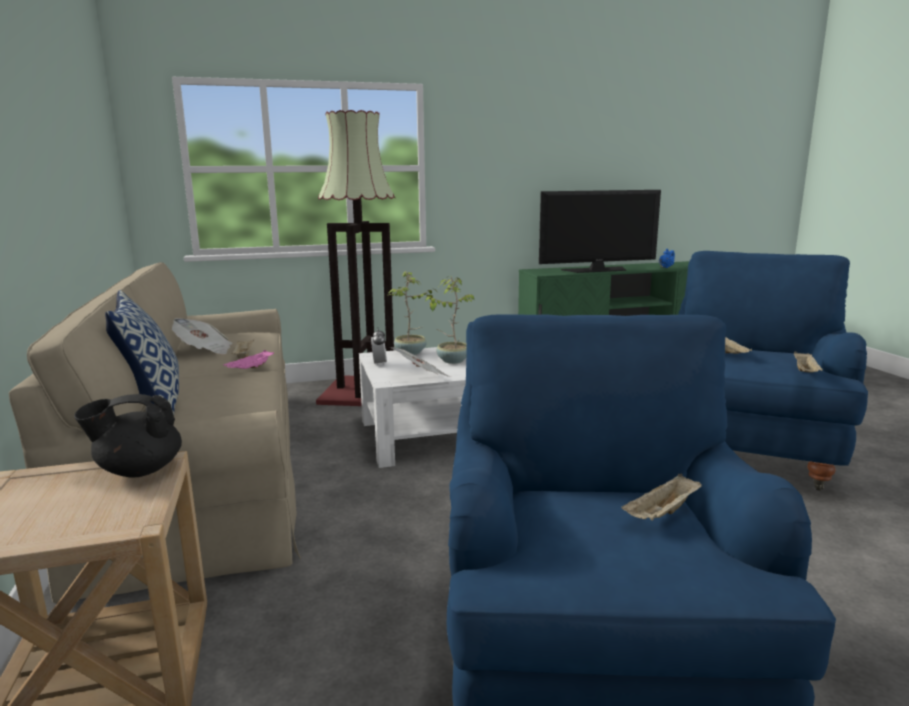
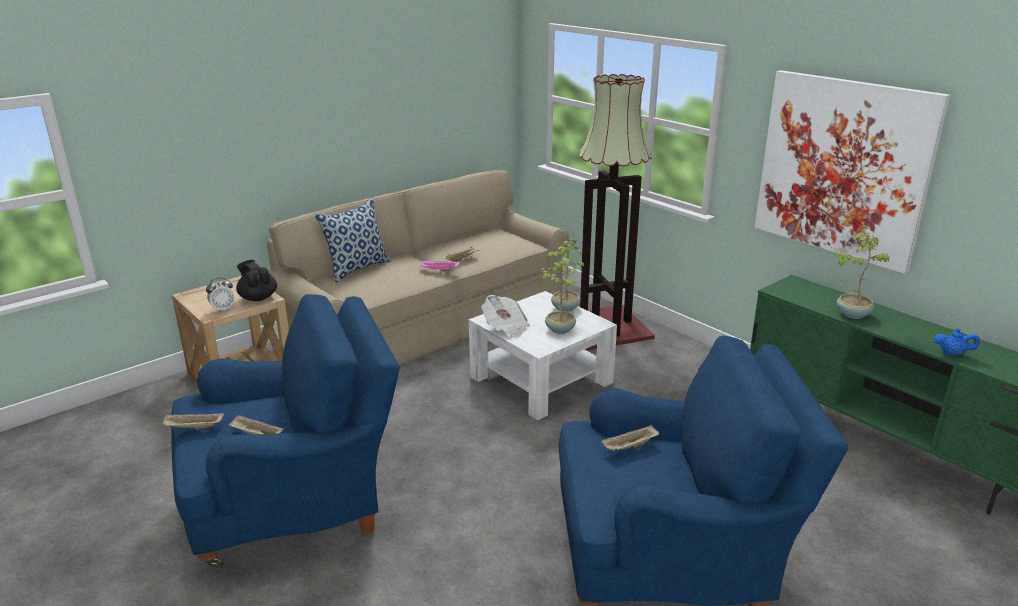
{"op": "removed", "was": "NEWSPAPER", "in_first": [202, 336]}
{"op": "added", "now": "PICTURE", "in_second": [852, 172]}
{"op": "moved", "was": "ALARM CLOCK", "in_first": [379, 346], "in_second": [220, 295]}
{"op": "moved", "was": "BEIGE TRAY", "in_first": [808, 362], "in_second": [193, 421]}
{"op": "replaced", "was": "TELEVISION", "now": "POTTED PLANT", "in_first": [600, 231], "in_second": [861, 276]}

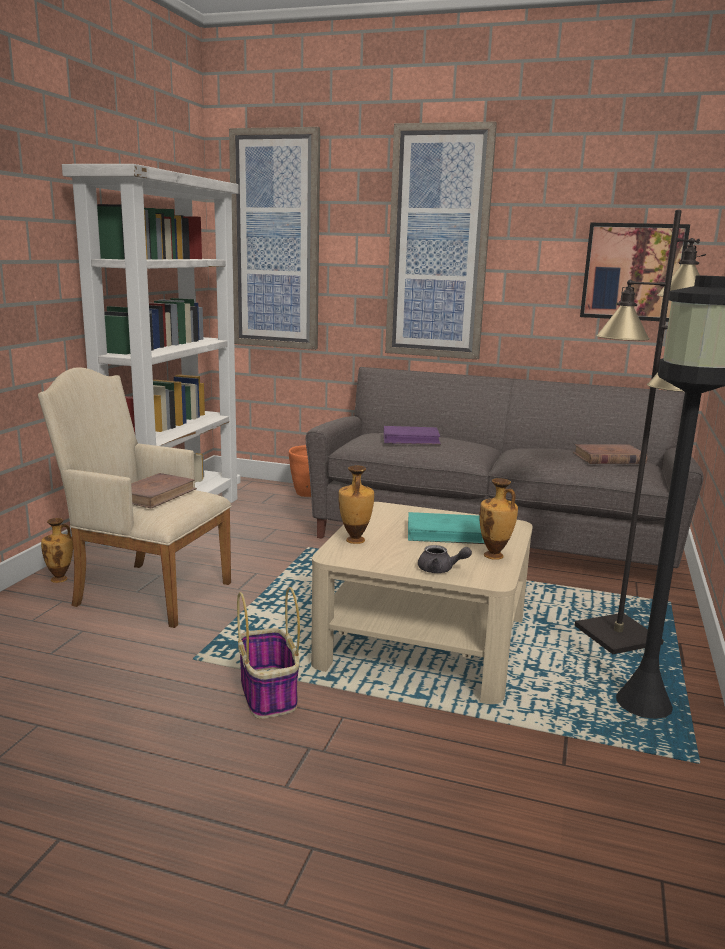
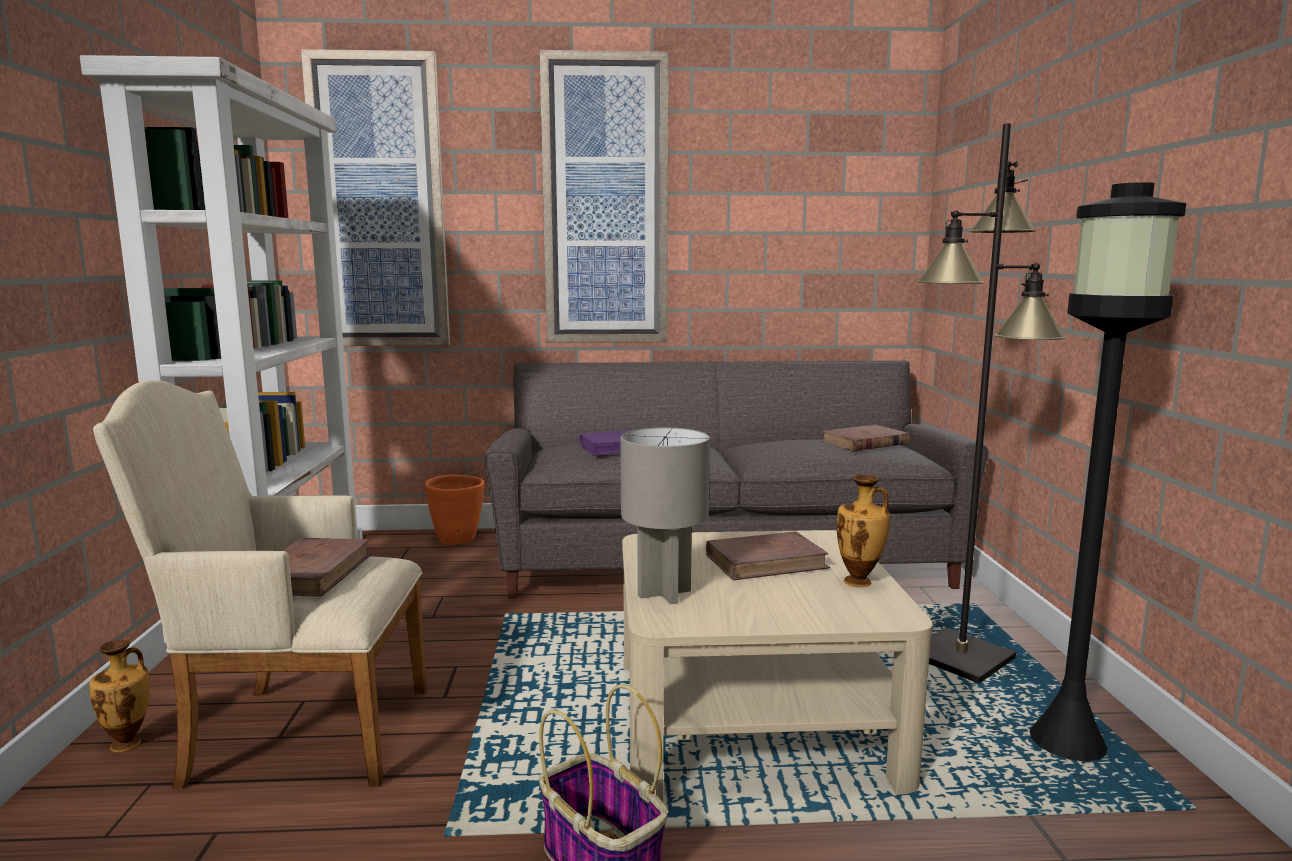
{"op": "removed", "was": "GREY TEAPOT", "in_first": [445, 559]}
{"op": "removed", "was": "PICTURE", "in_first": [635, 272]}
{"op": "replaced", "was": "VASE", "now": "GREY TABLE LAMP", "in_first": [356, 504], "in_second": [665, 515]}
{"op": "recoloured", "was": "TURQUOISE BOOK", "now": "BROWN BOOK", "in_first": [446, 528], "in_second": [768, 555]}

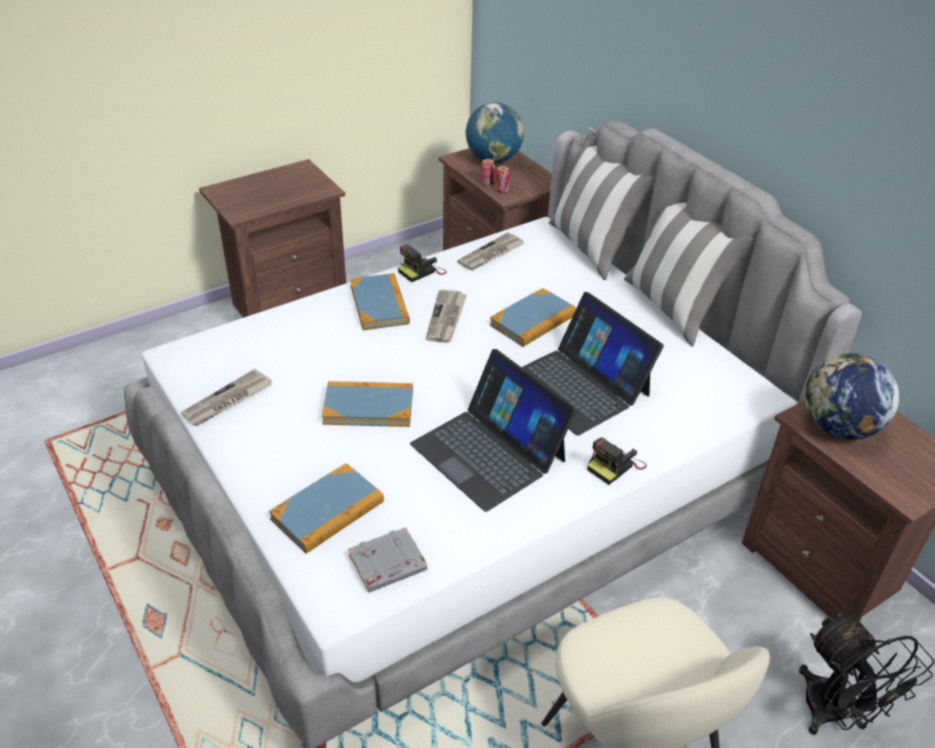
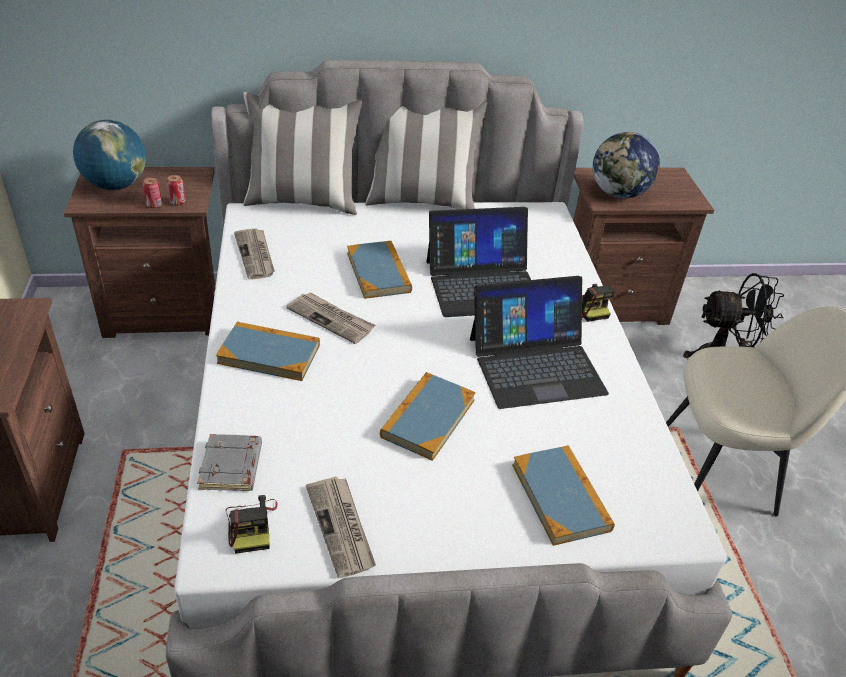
{"op": "moved", "was": "GREY BOOK", "in_first": [387, 559], "in_second": [229, 462]}
{"op": "moved", "was": "PHOTO CAMERA", "in_first": [422, 263], "in_second": [252, 524]}

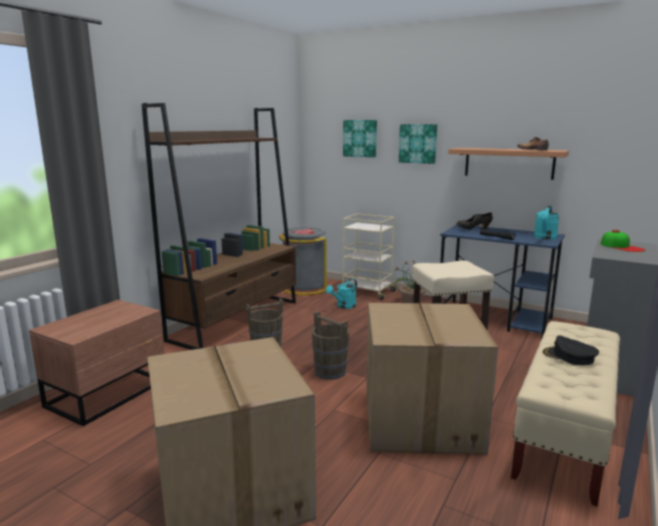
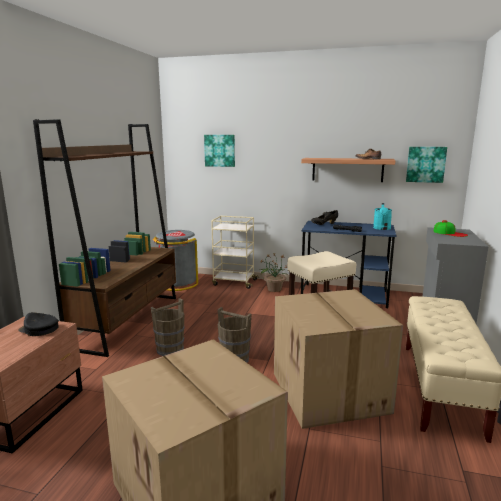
{"op": "removed", "was": "TURQUOISE WATERING CAN", "in_first": [341, 293]}
{"op": "moved", "was": "PICTURE", "in_first": [418, 144], "in_second": [426, 165]}
{"op": "moved", "was": "BLACK CAP", "in_first": [571, 350], "in_second": [38, 324]}

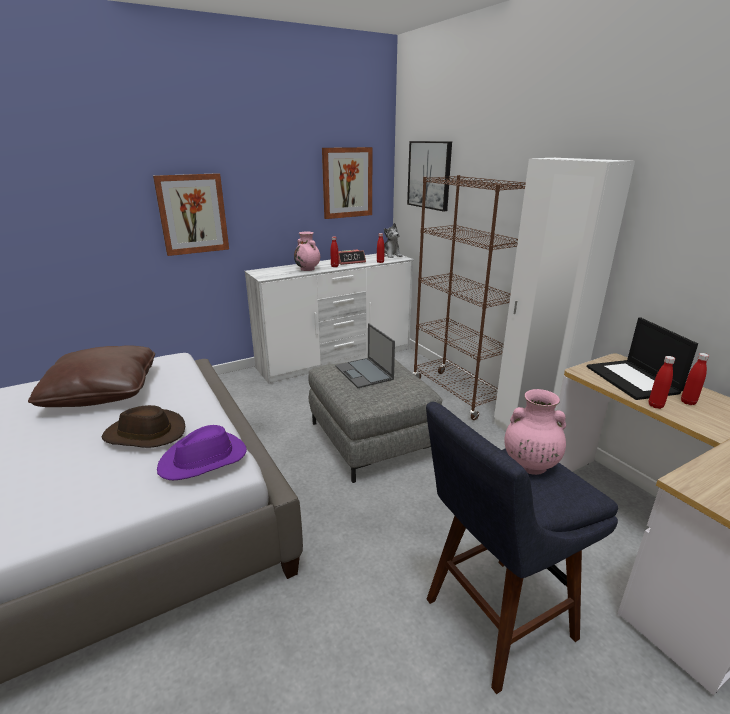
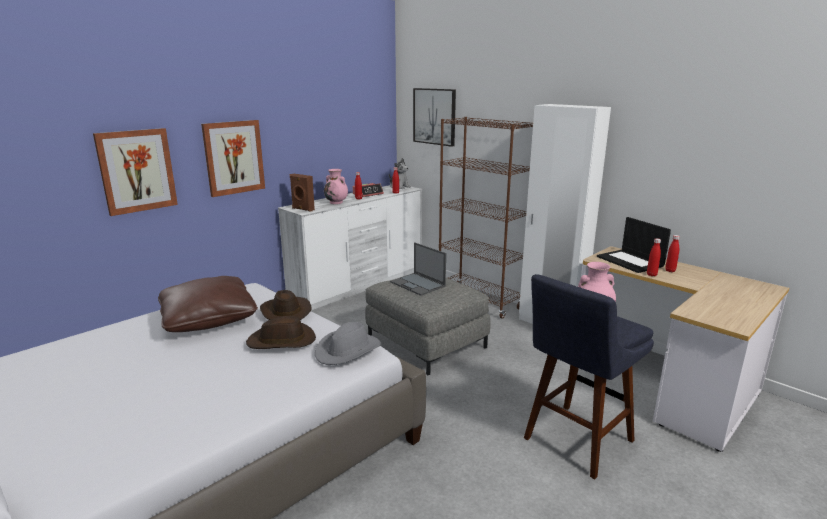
{"op": "added", "now": "BROWN HAT", "in_second": [285, 305]}
{"op": "added", "now": "BROWN SPEAKER", "in_second": [302, 193]}
{"op": "moved", "was": "PICTURE", "in_first": [347, 183], "in_second": [135, 172]}
{"op": "recoloured", "was": "PURPLE HAT", "now": "GREY HAT", "in_first": [202, 452], "in_second": [348, 343]}

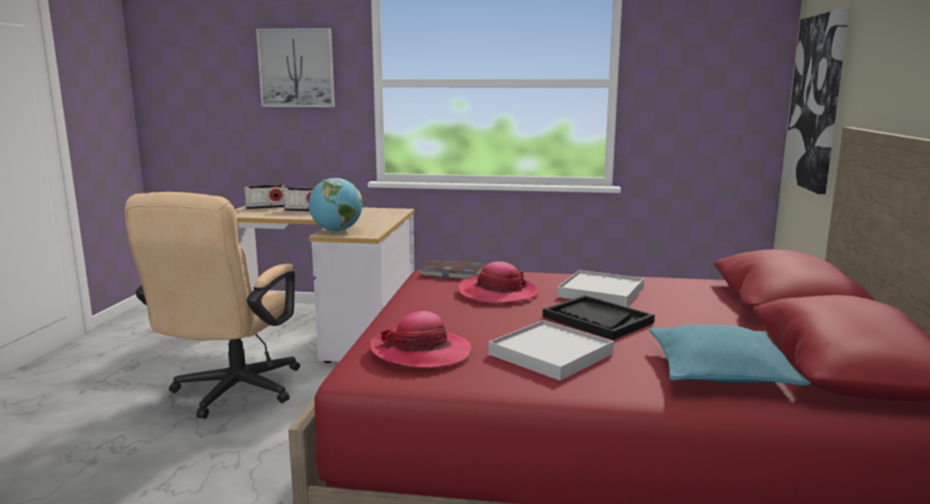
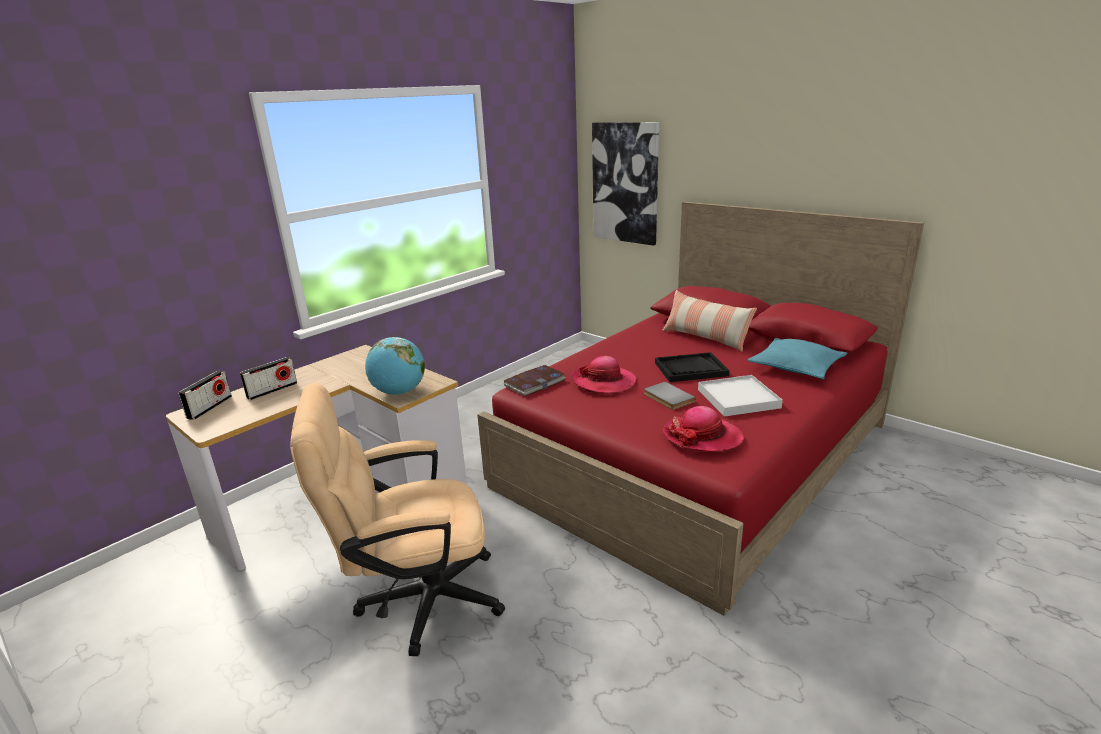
{"op": "removed", "was": "PICTURE", "in_first": [295, 67]}
{"op": "removed", "was": "WHITE TRAY", "in_first": [600, 288]}
{"op": "added", "now": "GREY BOOK", "in_second": [670, 396]}
{"op": "added", "now": "PILLOW", "in_second": [709, 321]}
{"op": "turned", "was": "BEIGE OFFICE CHAIR", "in_first": [212, 305], "in_second": [397, 519], "clockwise": 120}

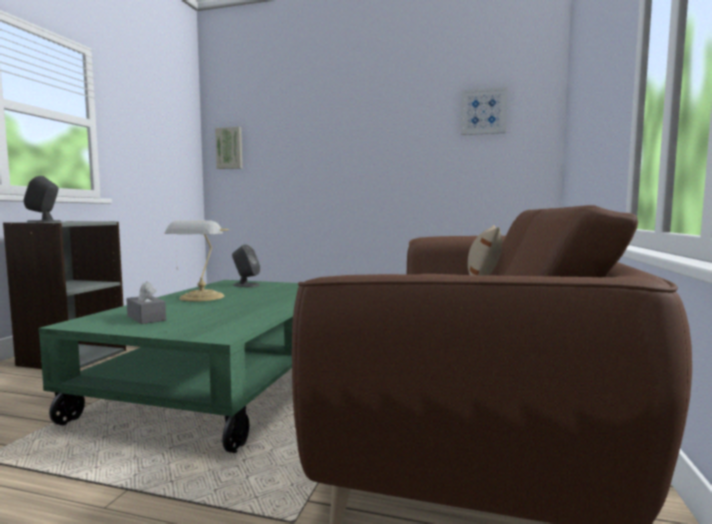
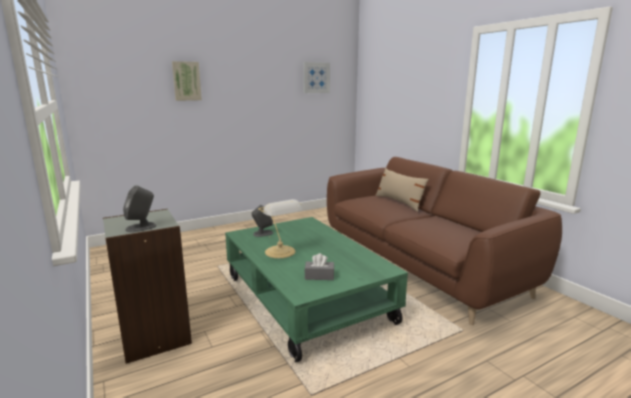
{"op": "moved", "was": "PICTURE", "in_first": [228, 148], "in_second": [187, 81]}

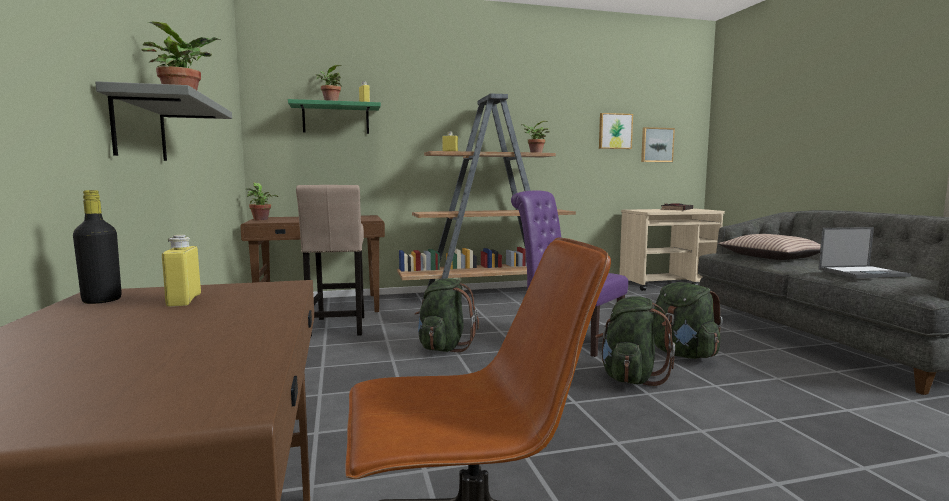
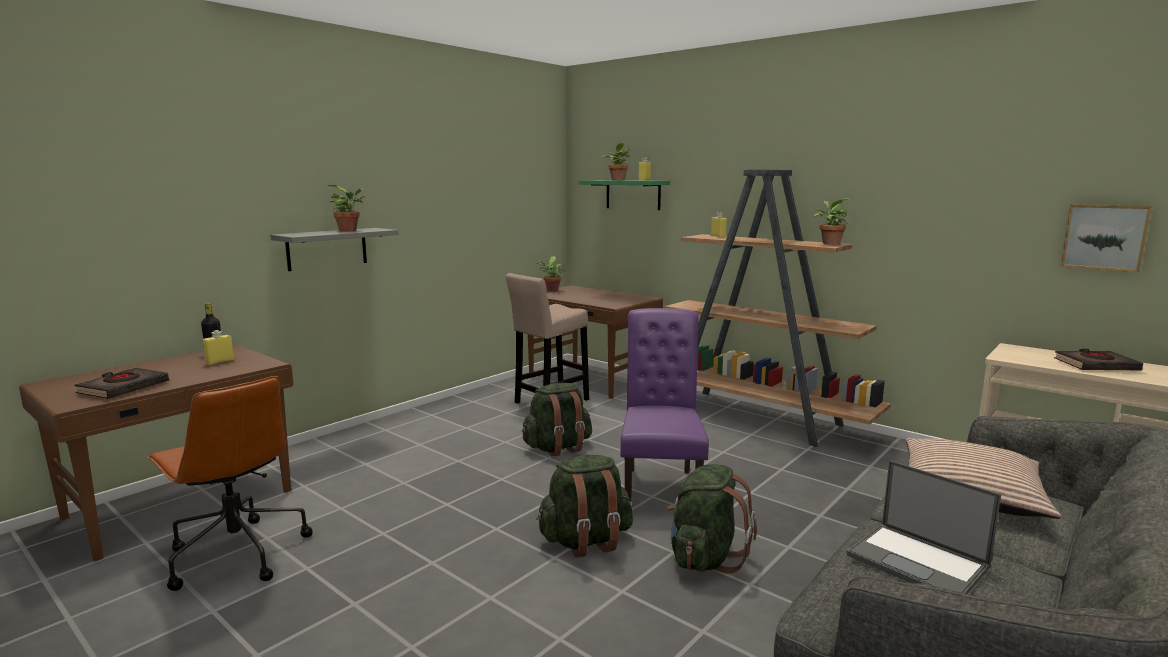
{"op": "removed", "was": "PICTURE", "in_first": [616, 131]}
{"op": "added", "now": "BLACK BOOK", "in_second": [121, 383]}

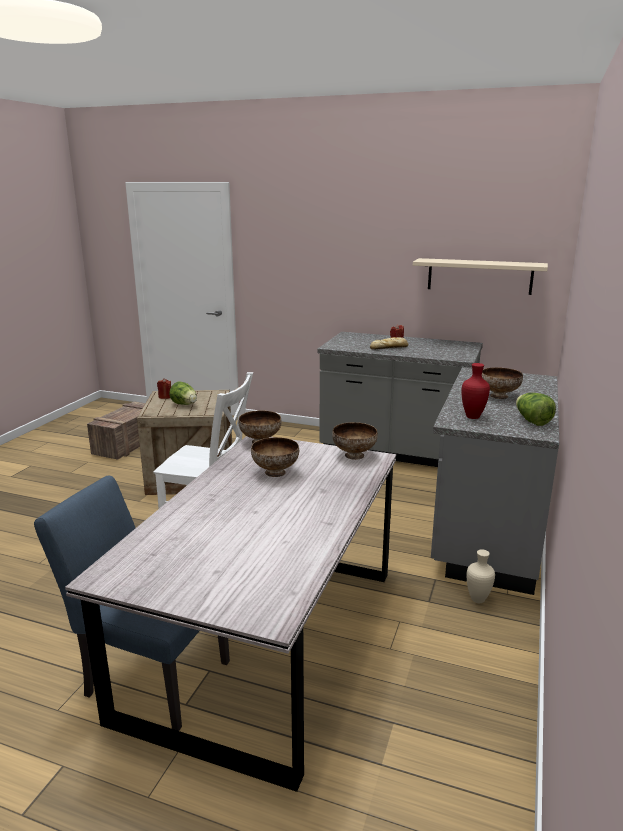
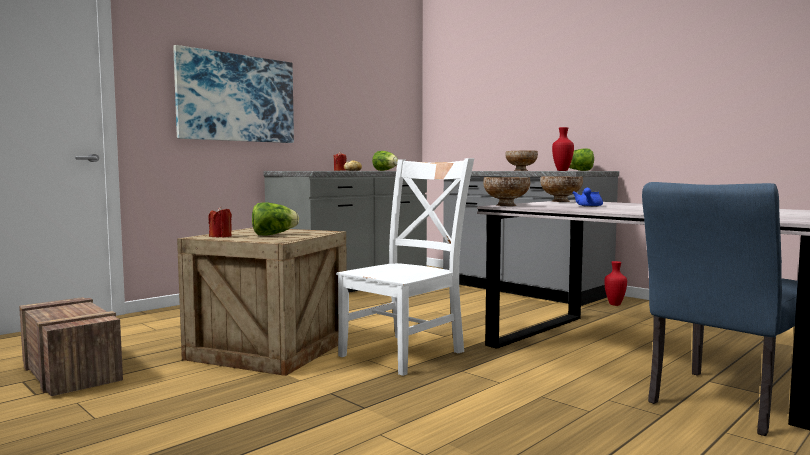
{"op": "removed", "was": "BEIGE SHELF", "in_first": [480, 276]}
{"op": "added", "now": "PICTURE", "in_second": [233, 94]}
{"op": "added", "now": "LETTUCE", "in_second": [385, 161]}
{"op": "replaced", "was": "BOWL", "now": "BLUE TEAPOT", "in_first": [275, 457], "in_second": [587, 197]}
{"op": "recoloured", "was": "BEIGE VASE", "now": "RED VASE", "in_first": [481, 576], "in_second": [615, 283]}

